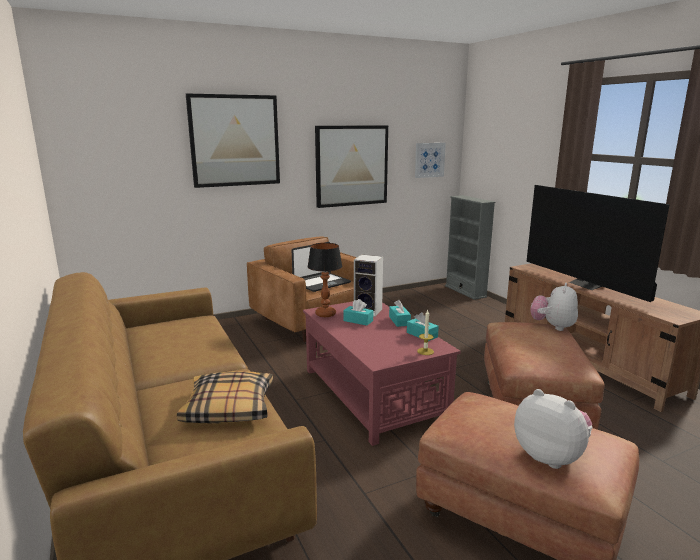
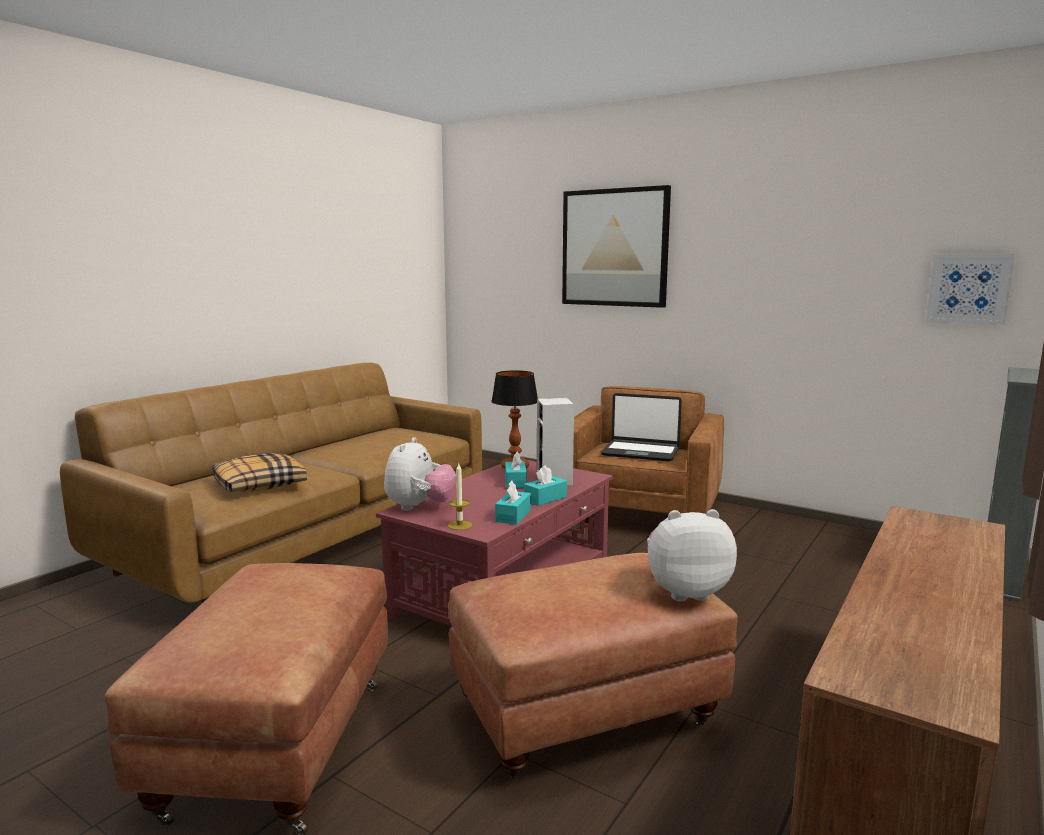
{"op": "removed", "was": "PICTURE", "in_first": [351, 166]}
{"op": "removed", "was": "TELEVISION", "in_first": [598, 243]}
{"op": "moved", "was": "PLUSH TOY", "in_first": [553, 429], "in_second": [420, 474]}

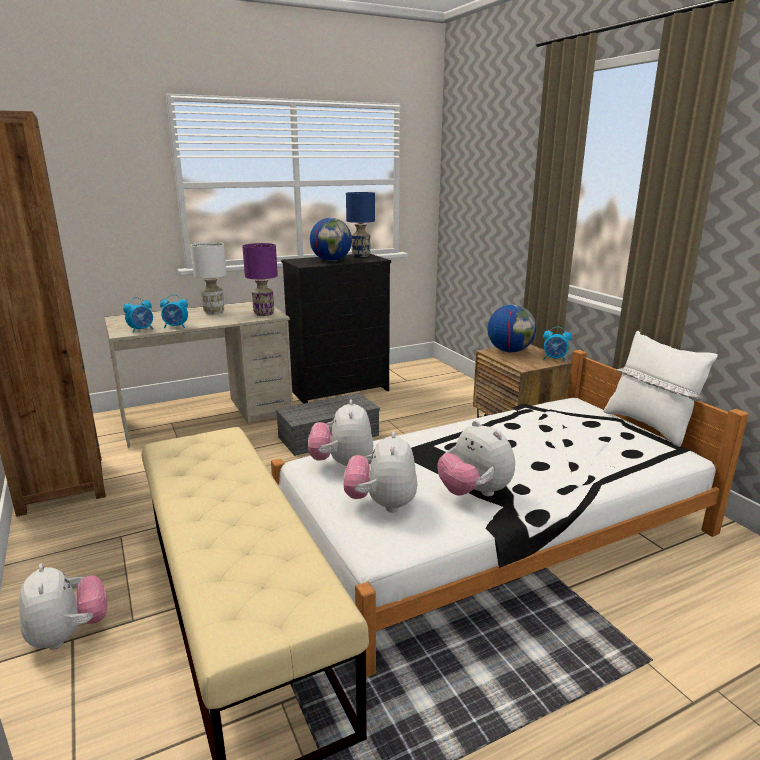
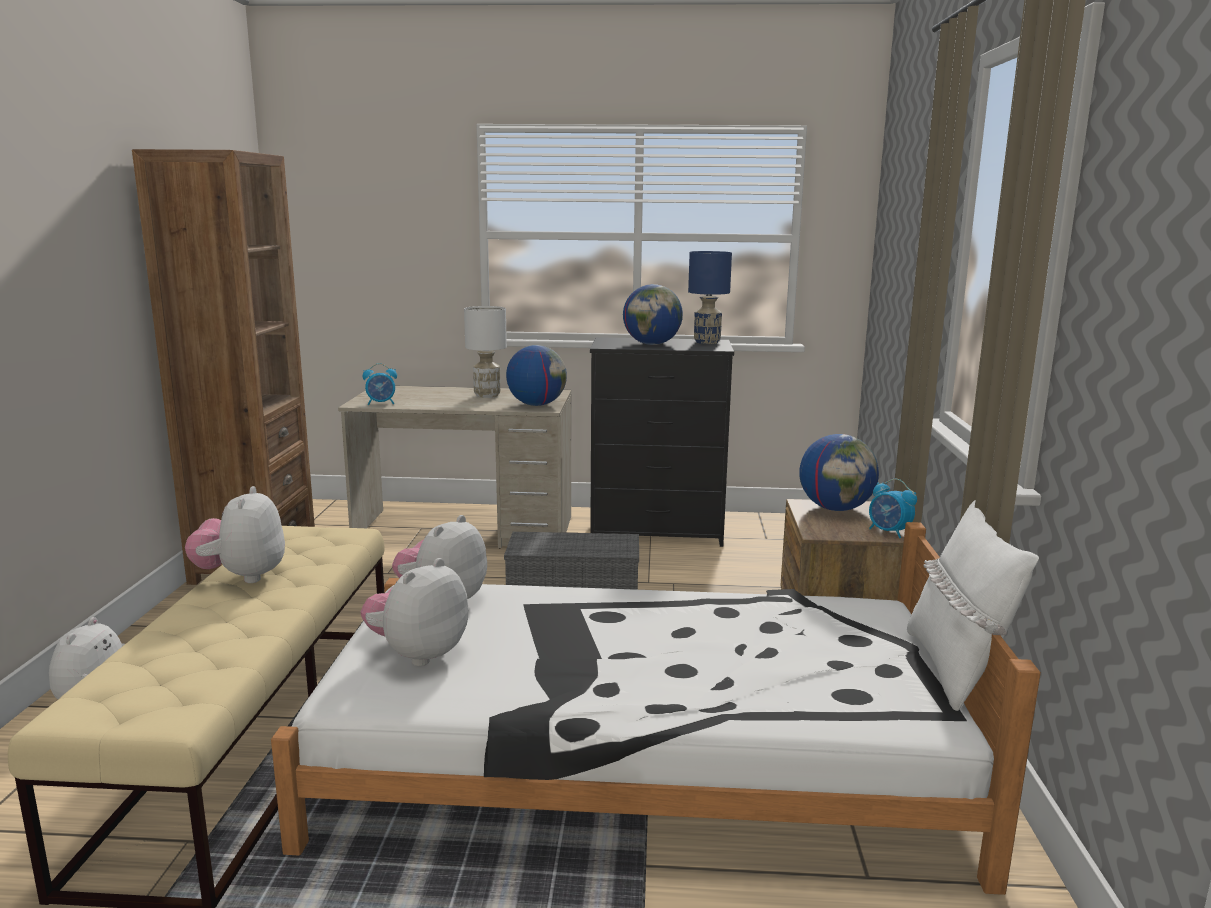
{"op": "removed", "was": "ALARM CLOCK", "in_first": [174, 311]}
{"op": "moved", "was": "PLUSH TOY", "in_first": [476, 458], "in_second": [235, 534]}
{"op": "replaced", "was": "PURPLE TABLE LAMP", "now": "GLOBE", "in_first": [260, 279], "in_second": [536, 375]}

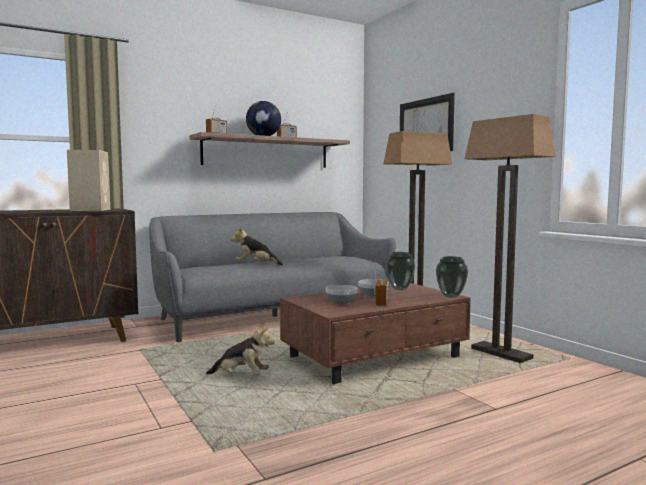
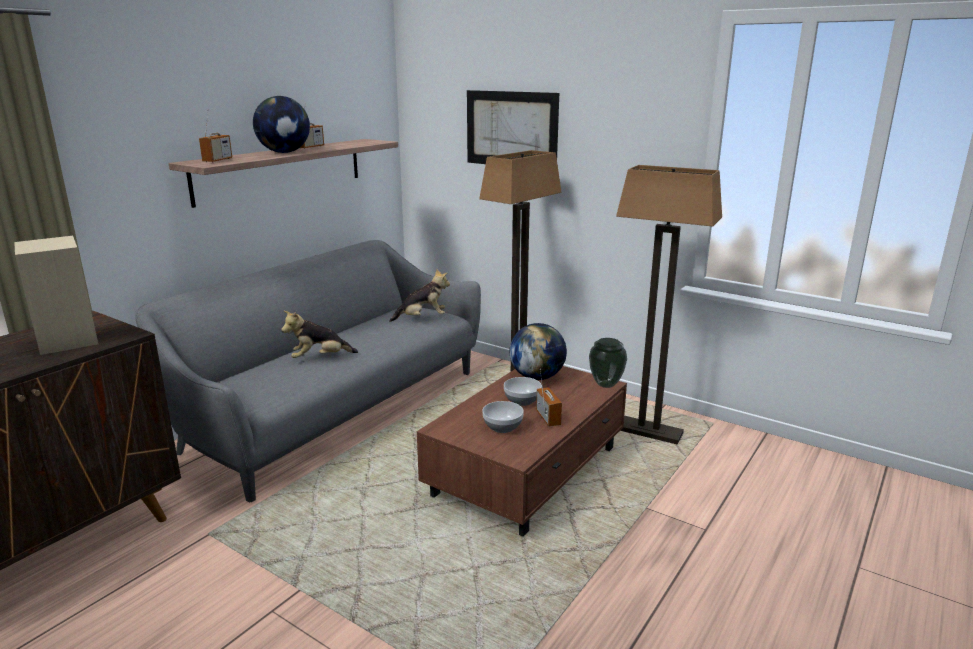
{"op": "moved", "was": "PLUSH TOY", "in_first": [240, 349], "in_second": [419, 295]}
{"op": "replaced", "was": "VASE", "now": "GLOBE", "in_first": [400, 271], "in_second": [538, 351]}

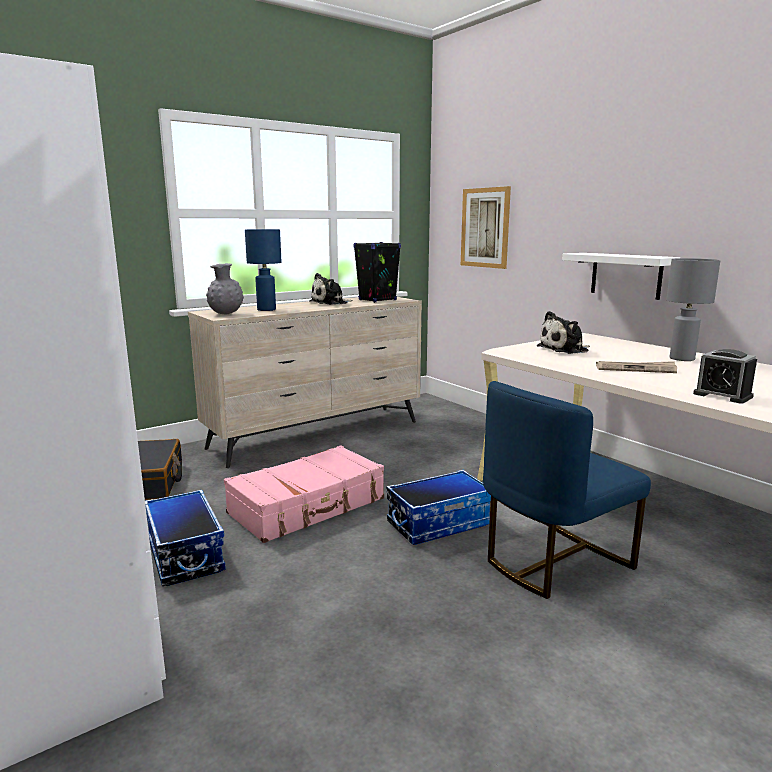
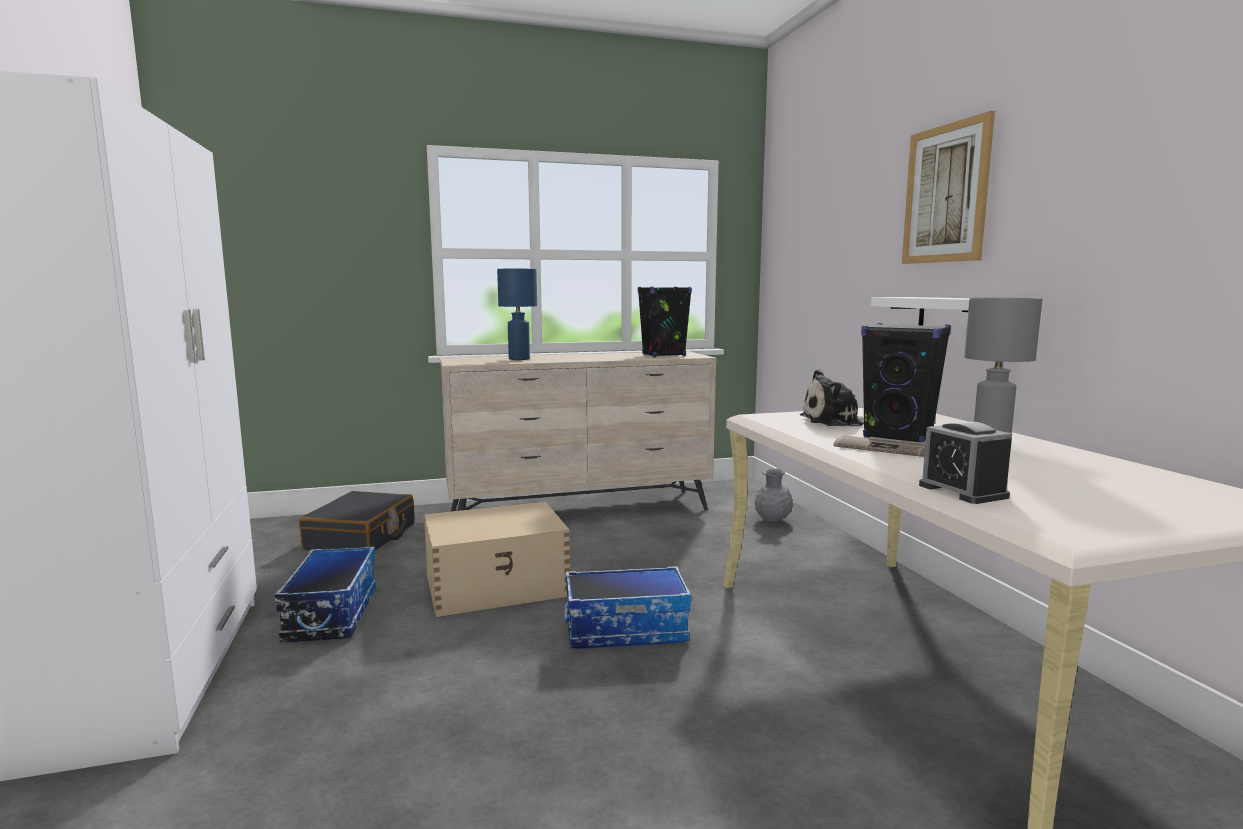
{"op": "removed", "was": "PLUSH TOY", "in_first": [331, 289]}
{"op": "removed", "was": "BLUE CHAIR", "in_first": [567, 490]}
{"op": "added", "now": "BLACK SPEAKER", "in_second": [906, 382]}
{"op": "moved", "was": "GREY VASE", "in_first": [225, 288], "in_second": [774, 495]}
{"op": "moved", "was": "PICTURE", "in_first": [486, 227], "in_second": [948, 187]}
{"op": "replaced", "was": "PINK SUITCASE", "now": "BEIGE STORAGE BOX", "in_first": [304, 494], "in_second": [497, 559]}

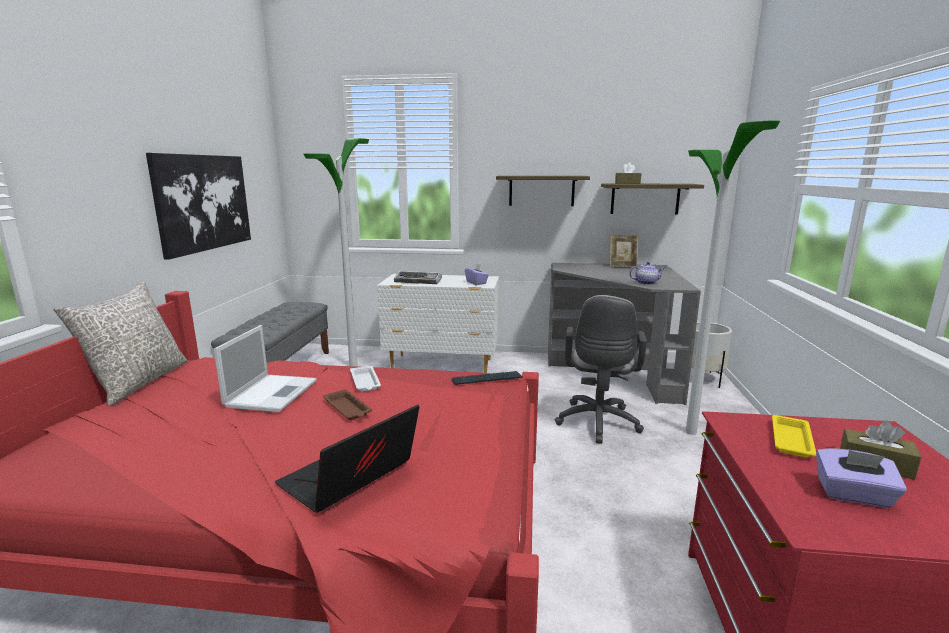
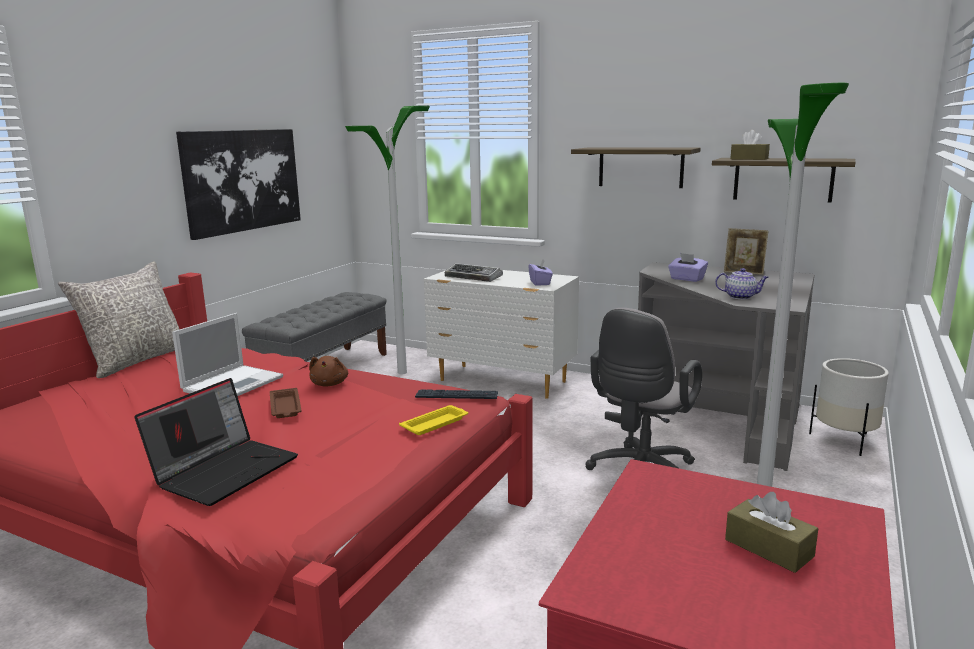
{"op": "moved", "was": "YELLOW TRAY", "in_first": [794, 436], "in_second": [433, 420]}
{"op": "moved", "was": "PURPLE TISSUE BOX", "in_first": [861, 478], "in_second": [688, 267]}
{"op": "replaced", "was": "WHITE TRAY", "now": "BROWN PLUSH TOY", "in_first": [365, 379], "in_second": [328, 371]}
{"op": "turned", "was": "LAPTOP", "in_first": [347, 459], "in_second": [216, 442], "clockwise": 150}

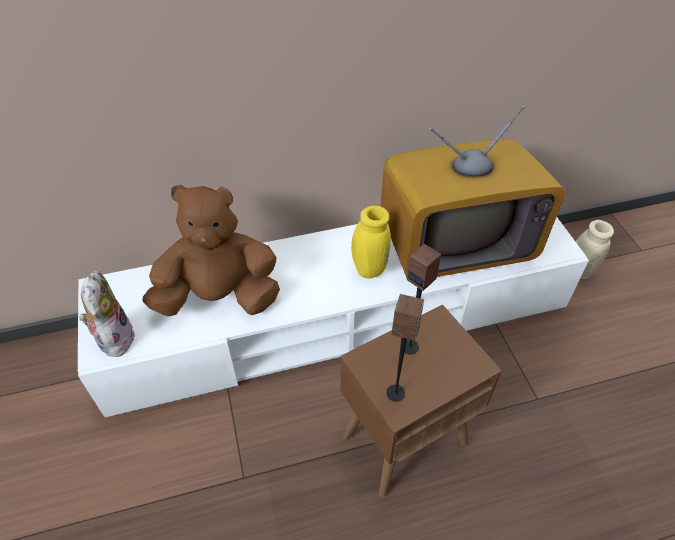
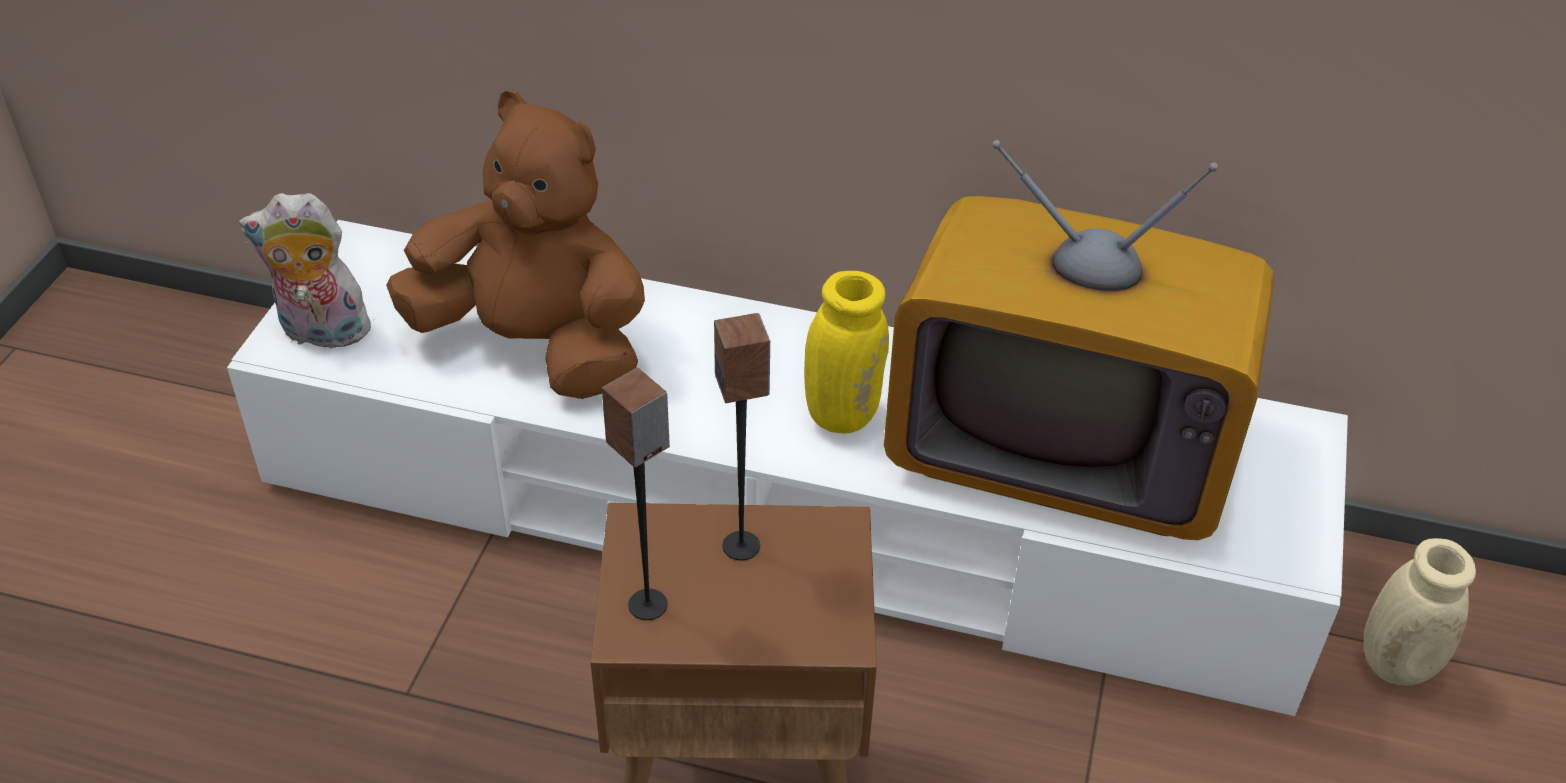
{"op": "turned", "was": "PLUSH TOY", "in_first": [107, 314], "in_second": [307, 270], "clockwise": -105}

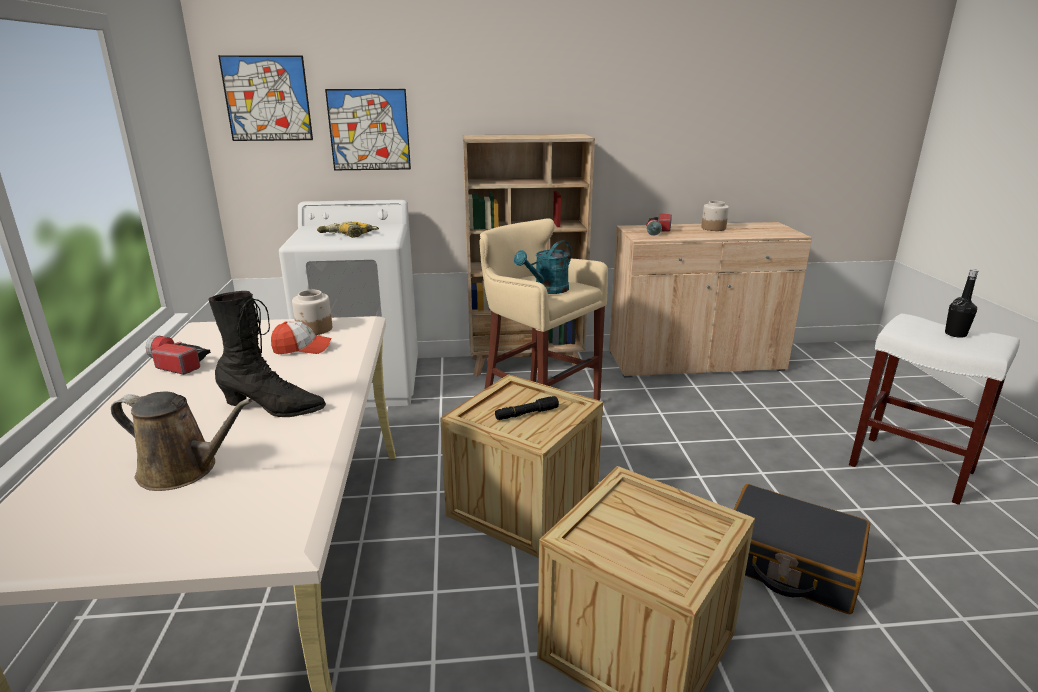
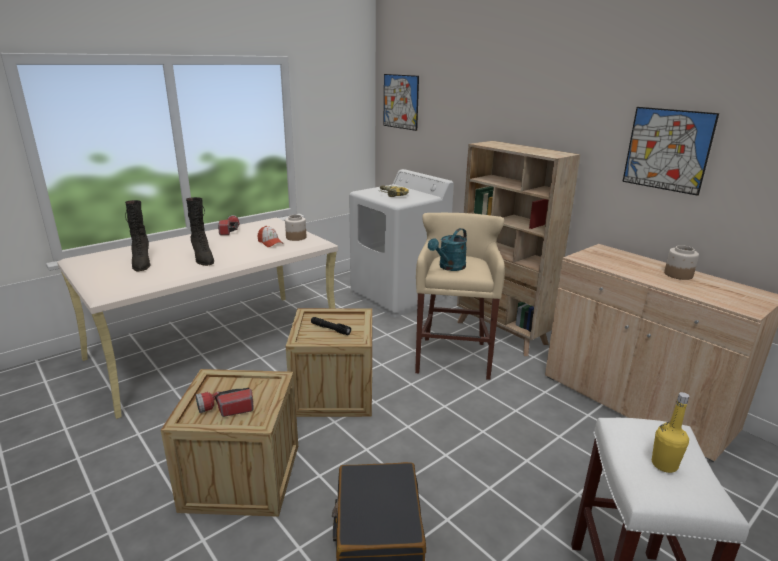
{"op": "moved", "was": "PICTURE", "in_first": [368, 129], "in_second": [670, 151]}
{"op": "moved", "was": "FLASHLIGHT", "in_first": [659, 225], "in_second": [225, 402]}
{"op": "replaced", "was": "BROWN WATERING CAN", "now": "BLACK BOOT", "in_first": [182, 441], "in_second": [138, 235]}
{"op": "recoloured", "was": "BLACK BOTTLE", "now": "YELLOW BOTTLE", "in_first": [961, 303], "in_second": [670, 432]}
{"op": "turned", "was": "TURQUOISE WATERING CAN", "in_first": [542, 267], "in_second": [447, 249], "clockwise": -60}

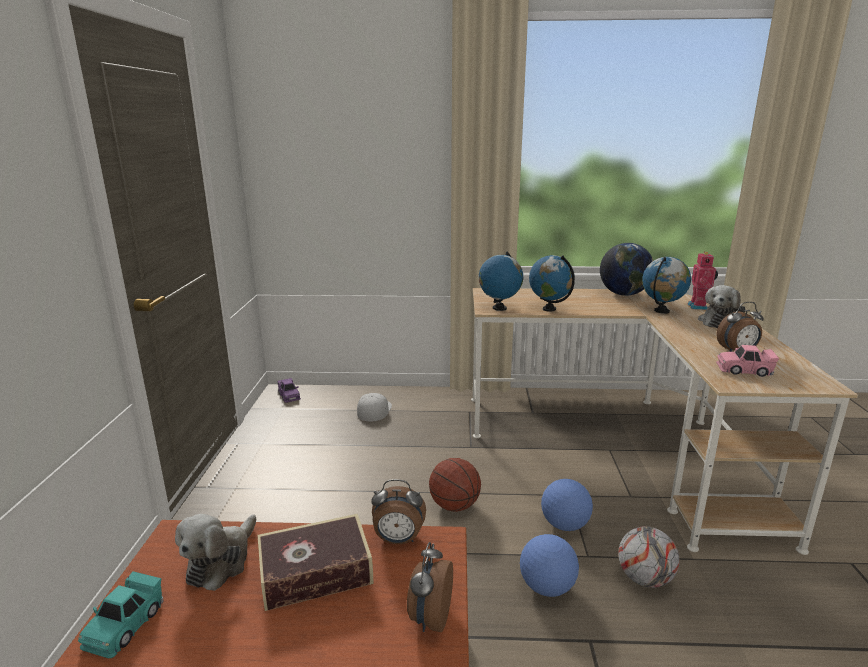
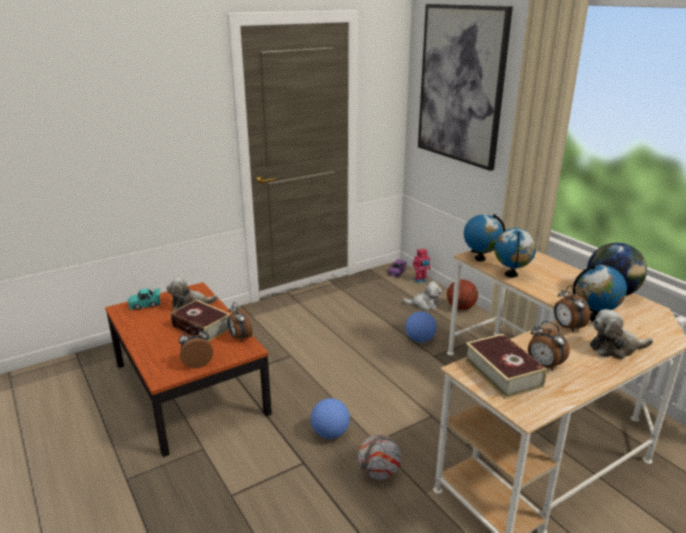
{"op": "added", "now": "PICTURE", "in_second": [465, 87]}
{"op": "added", "now": "ALARM CLOCK", "in_second": [572, 309]}
{"op": "moved", "was": "BASKETBALL", "in_first": [455, 485], "in_second": [462, 294]}
{"op": "moved", "was": "FOOTBALL", "in_first": [567, 505], "in_second": [421, 327]}
{"op": "moved", "was": "TOY ROBOT", "in_first": [703, 280], "in_second": [422, 265]}
{"op": "replaced", "was": "WHITE CAP", "now": "PLUSH TOY", "in_first": [374, 407], "in_second": [422, 296]}
{"op": "replaced", "was": "PINK TOY CAR", "now": "BOOK", "in_first": [747, 361], "in_second": [505, 366]}

